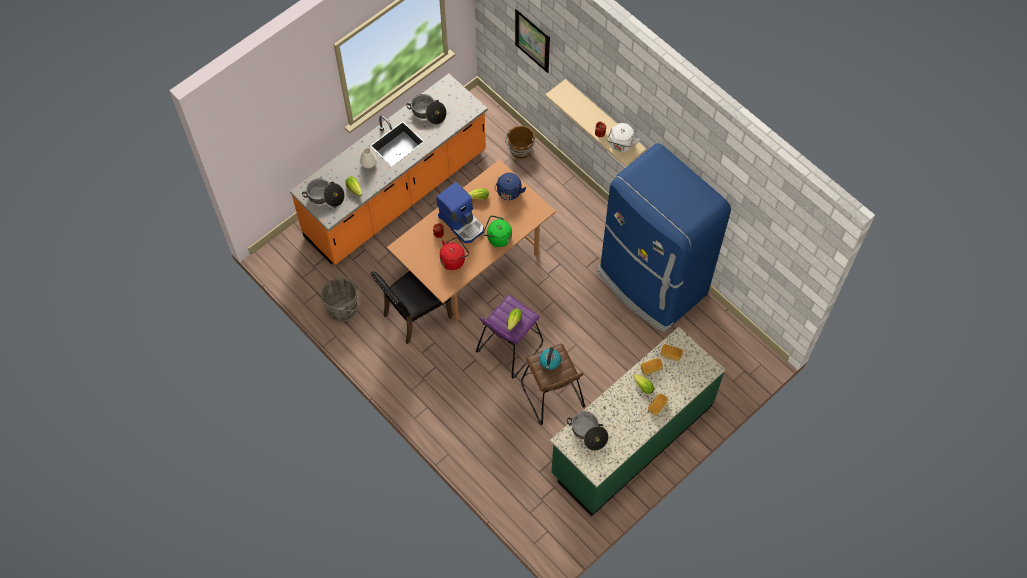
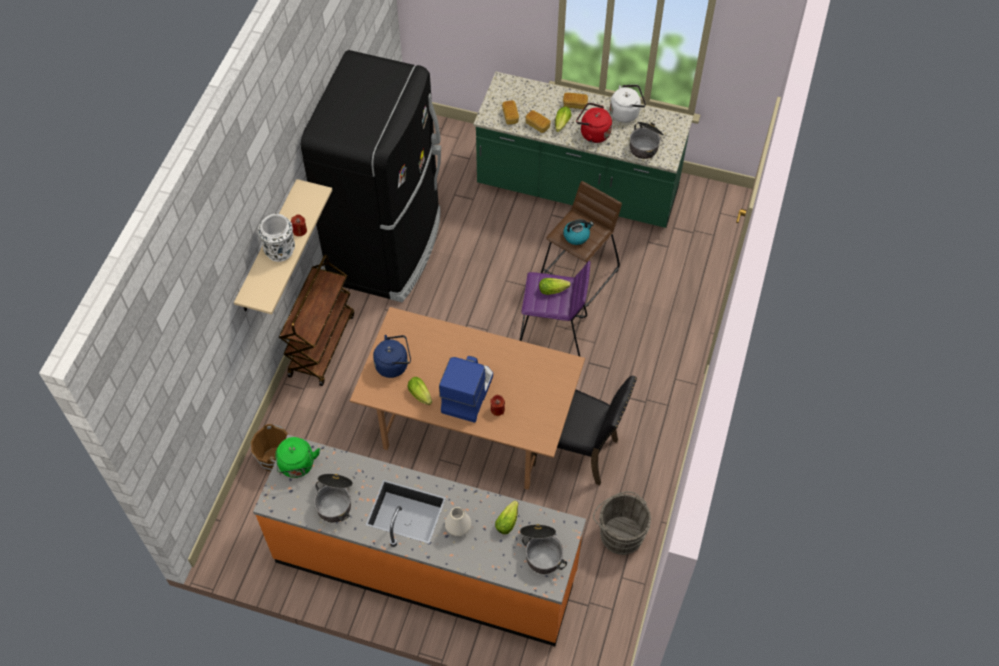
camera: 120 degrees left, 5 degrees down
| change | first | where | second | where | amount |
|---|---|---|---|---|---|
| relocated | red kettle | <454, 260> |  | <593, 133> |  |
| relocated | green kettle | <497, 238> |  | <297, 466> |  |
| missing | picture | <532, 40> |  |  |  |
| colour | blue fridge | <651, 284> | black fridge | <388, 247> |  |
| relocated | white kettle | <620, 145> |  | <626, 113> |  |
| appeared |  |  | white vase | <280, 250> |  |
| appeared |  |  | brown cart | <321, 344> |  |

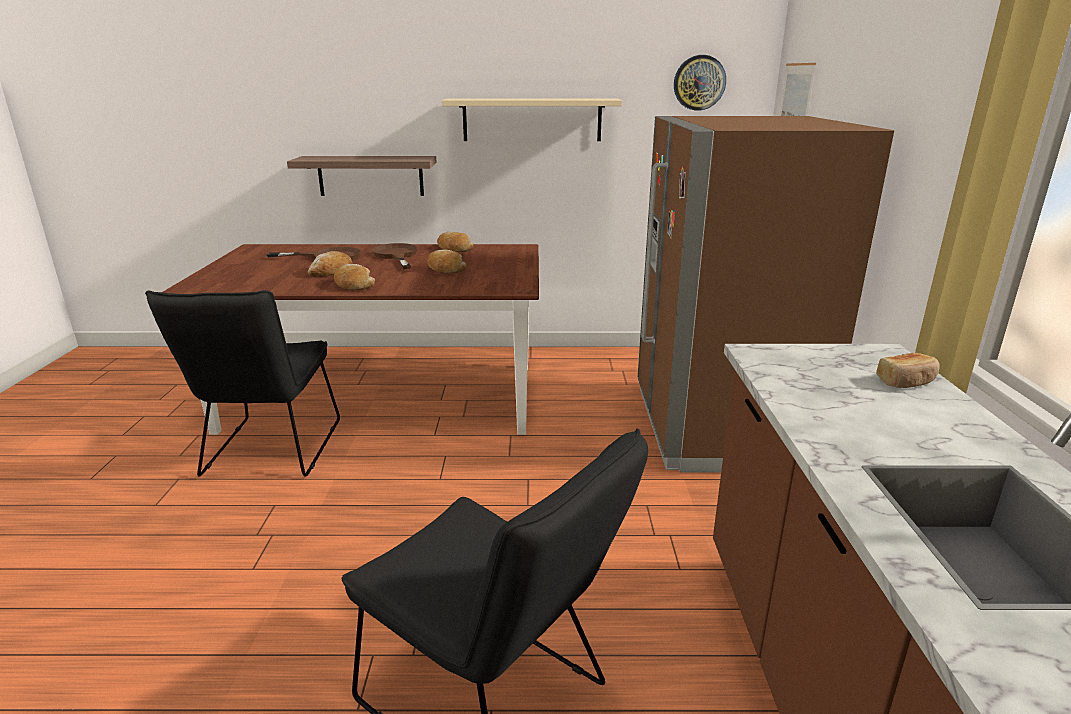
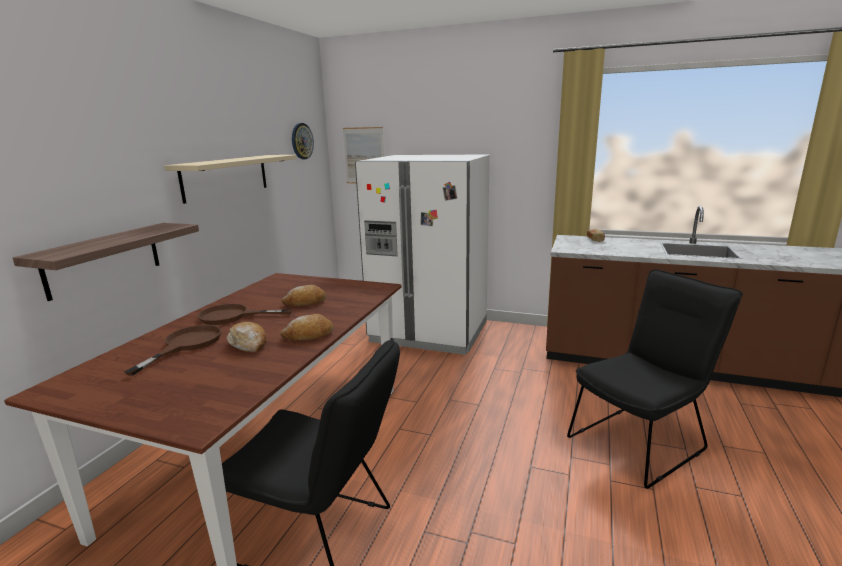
camera: 70 degrees left, 5 degrees down
| change | first | where | second | where | amount |
|---|---|---|---|---|---|
| missing | bread | <454, 249> |  |  |  |
| colour | brown fridge | <719, 427> | white fridge | <429, 332> |  |

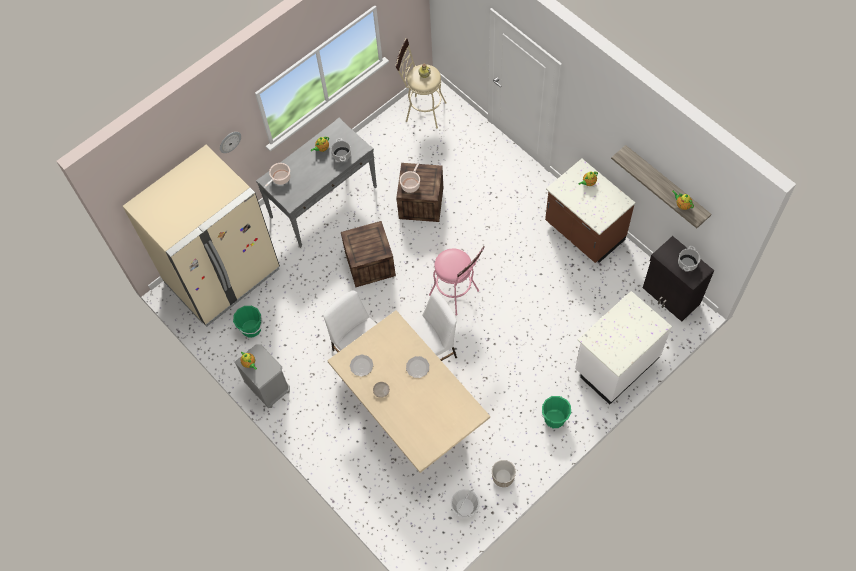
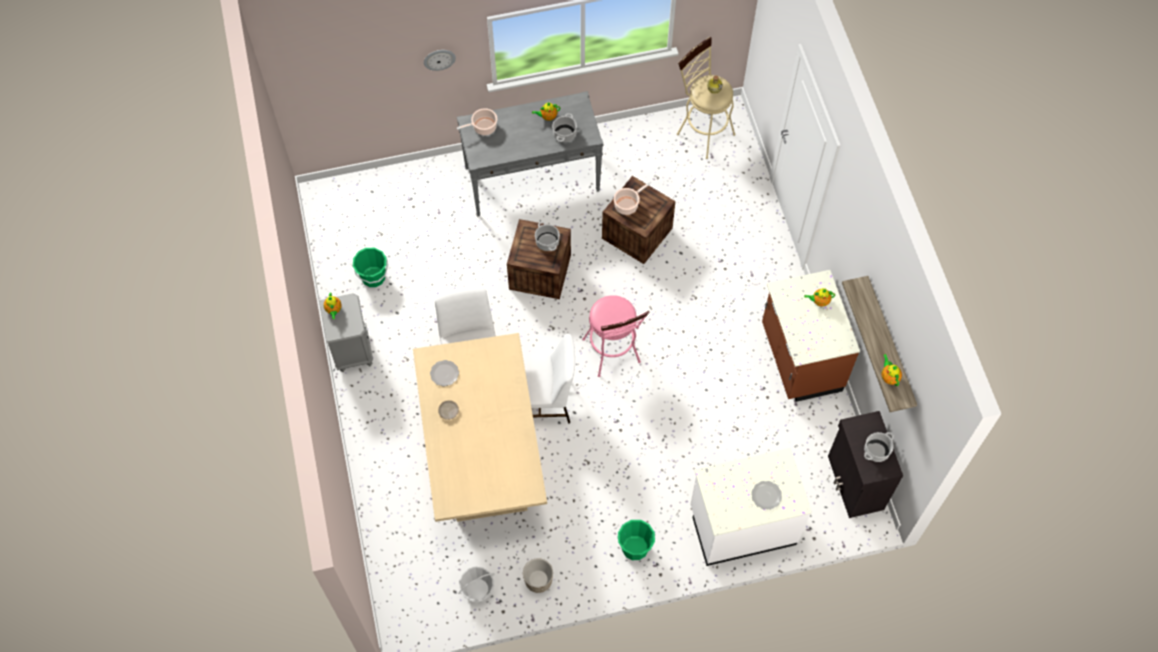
camera: 25 degrees right, 0 degrees up
| change | first | where | second | where | amount |
|---|---|---|---|---|---|
| missing | beige fridge | <223, 276> |  |  |  |
| relocated | plate | <417, 367> |  | <766, 496> |  |
| appeared |  |  | cooking pot | <547, 242> |  |

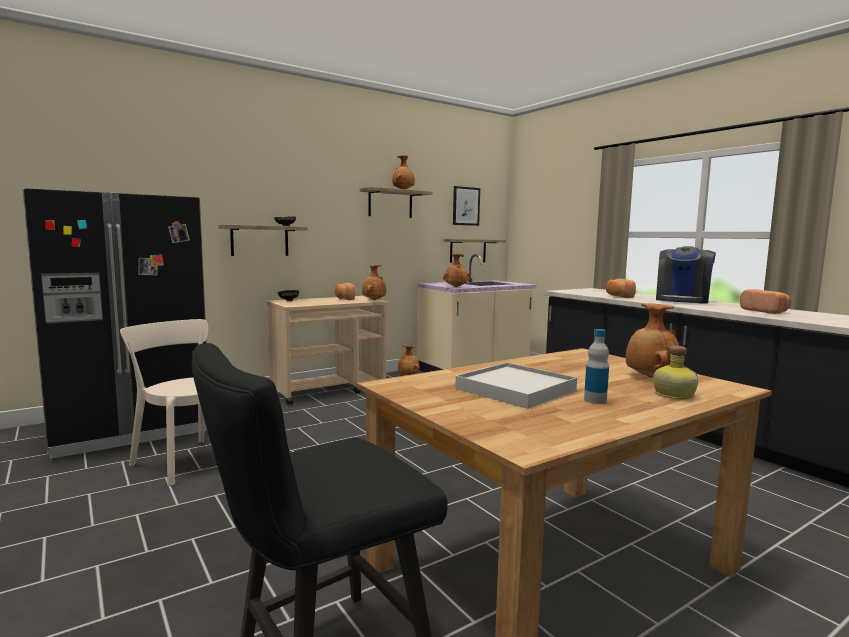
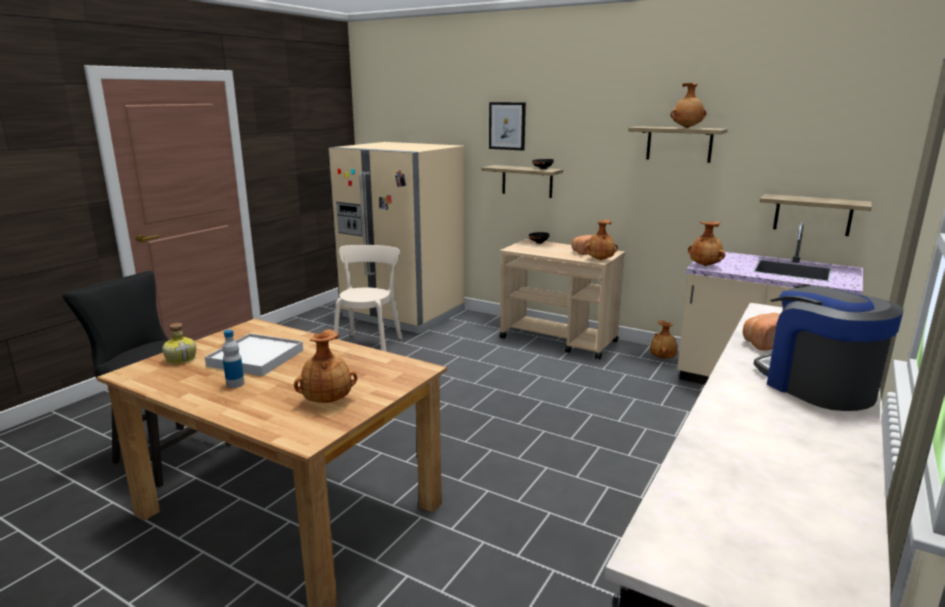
camera: 65 degrees right, 10 degrees up
| change | first | where | second | where | amount |
|---|---|---|---|---|---|
| colour | black fridge | <129, 428> | beige fridge | <403, 314> |  |
| relocated | picture | <466, 206> |  | <507, 126> |  |
| relocated | bottle | <672, 394> |  | <181, 359> |  |
| spun | coffee machine | <682, 300> |  | <816, 386> | 60 degrees clockwise |
| missing | bread | <765, 311> |  |  |  |

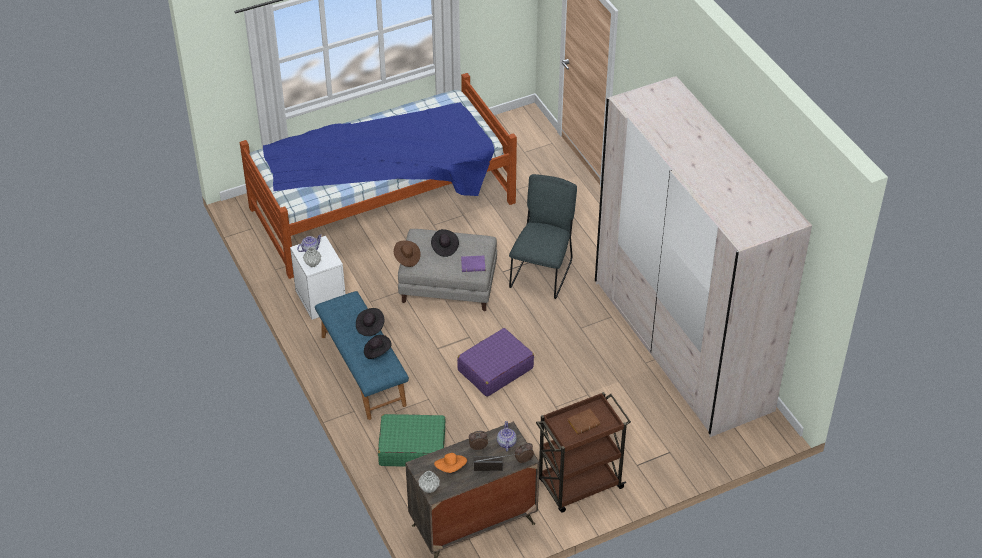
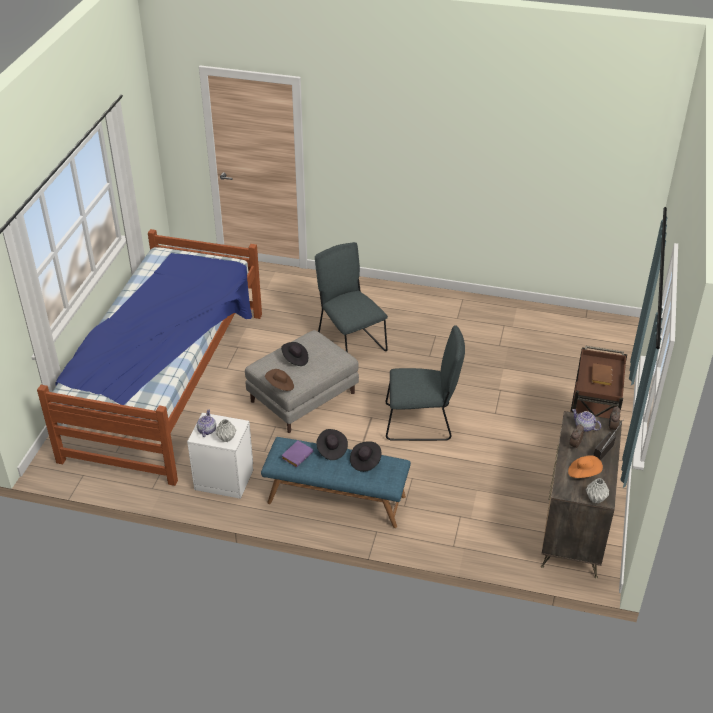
camera: 50 degrees left, 5 degrees down
| change | first | where | second | where | amount |
|---|---|---|---|---|---|
| missing | green suitcase | <412, 447> |  |  |  |
| exchanged | purple suitcase | <495, 369> | grey chair | <421, 423> |  |
| relocated | purple book | <474, 265> |  | <297, 455> |  |
| missing | beige wardrobe | <682, 345> |  |  |  |

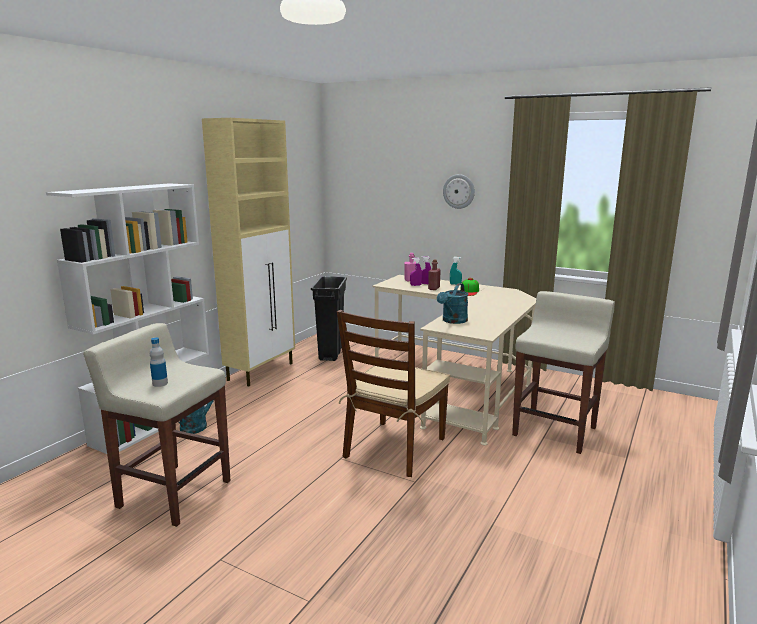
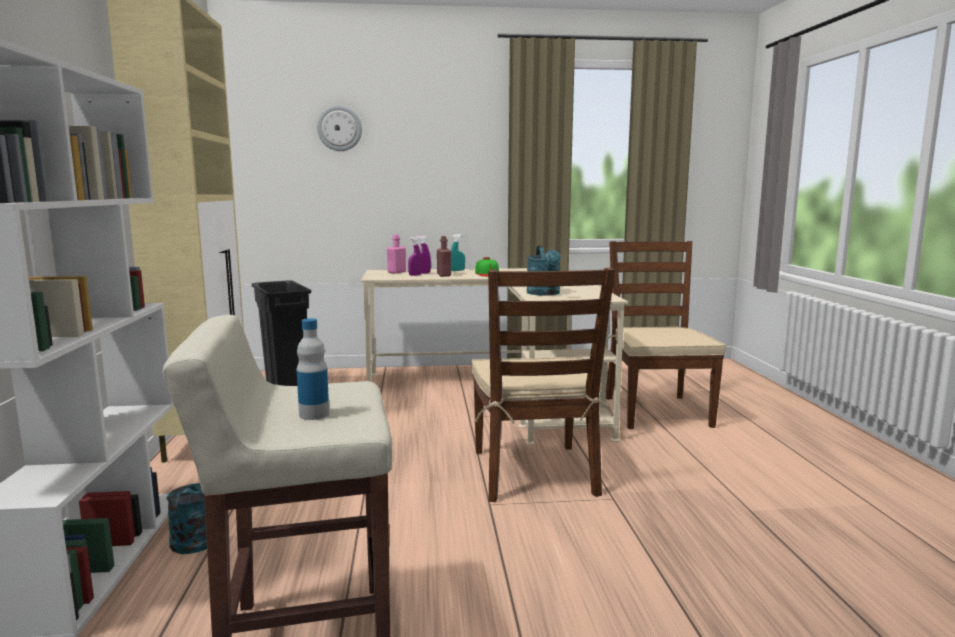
camera: 35 degrees left, 5 degrees down
| change | first | where | second | where | amount |
|---|---|---|---|---|---|
| relocated | wall clock | <459, 191> |  | <339, 128> |  |
| exchanged | beige stool | <555, 431> | brown chair | <656, 411> |  |

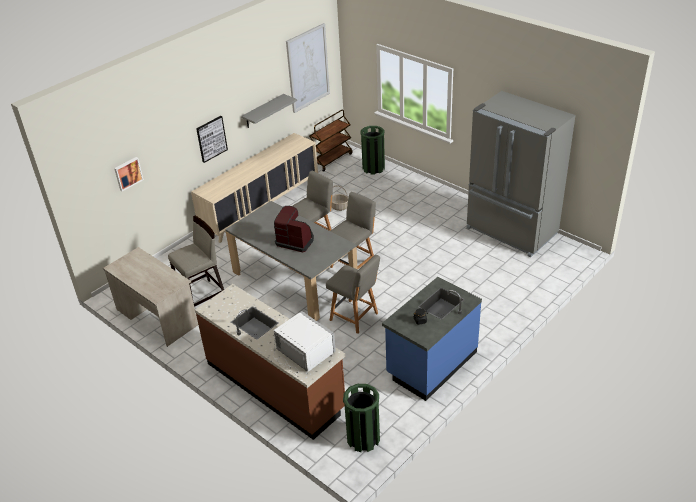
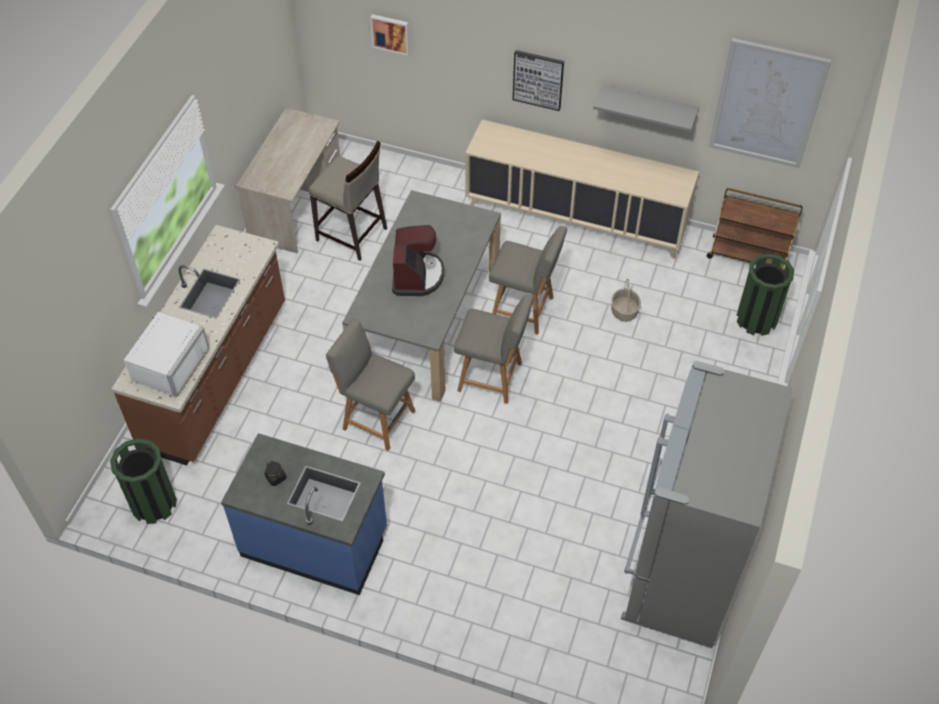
camera: 65 degrees right, 15 degrees up
| change | first | where | second | where | amount |
|---|---|---|---|---|---|
| spun | grey chair | <355, 317> |  | <376, 419> | 105 degrees clockwise |

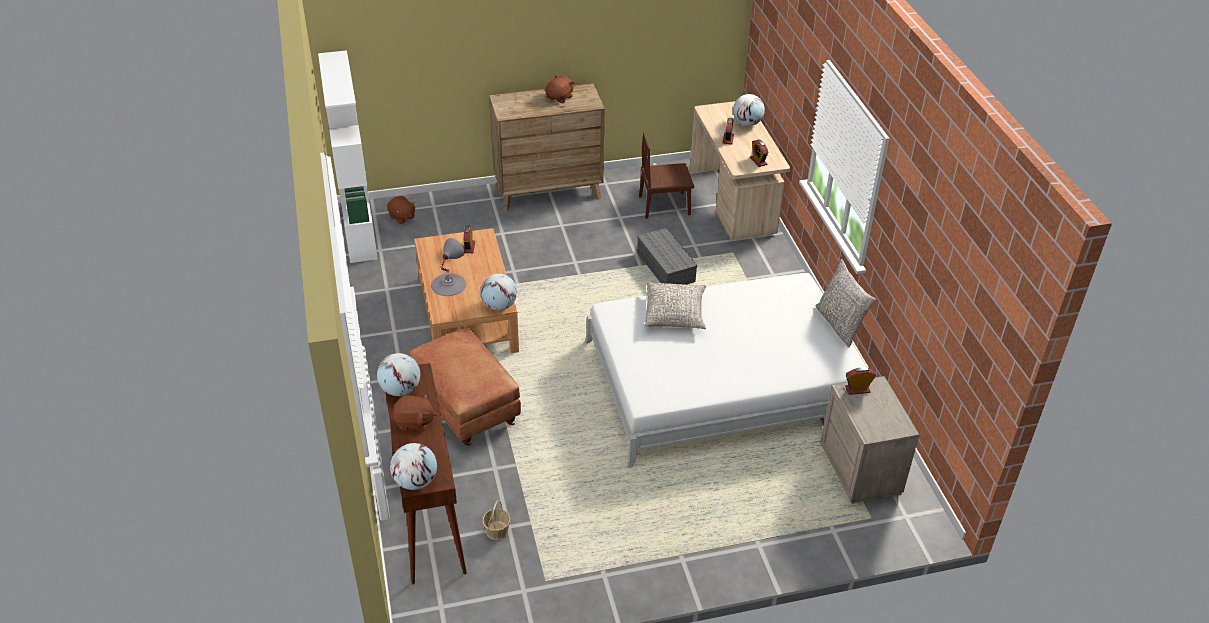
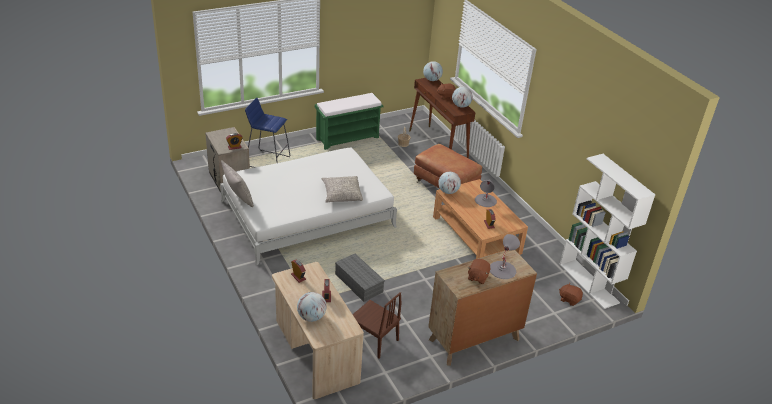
camera: 165 degrees right, 5 degrees down
| change | first | where | second | where | amount |
|---|---|---|---|---|---|
| spun | brown chair | <664, 205> |  | <373, 339> | 60 degrees clockwise |
| appeared |  |  | blue stool | <267, 161> |  |
| appeared |  |  | green bench | <348, 138> |  |
| appeared |  |  | grey table lamp | <502, 269> |  |

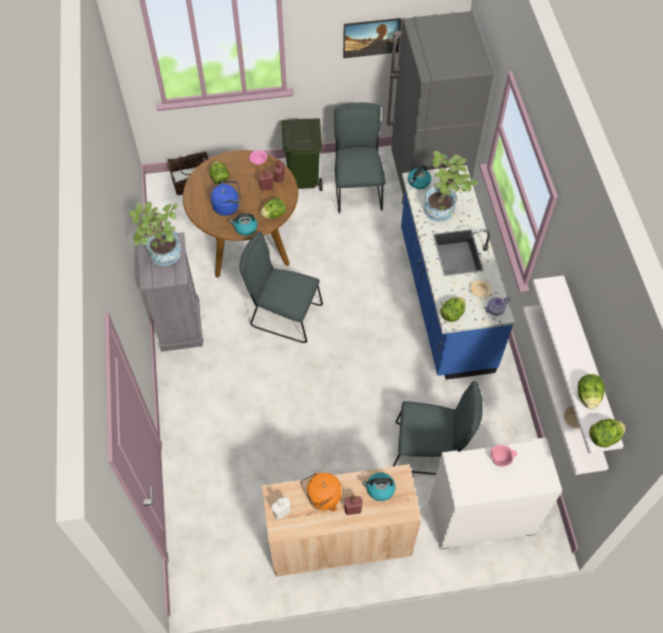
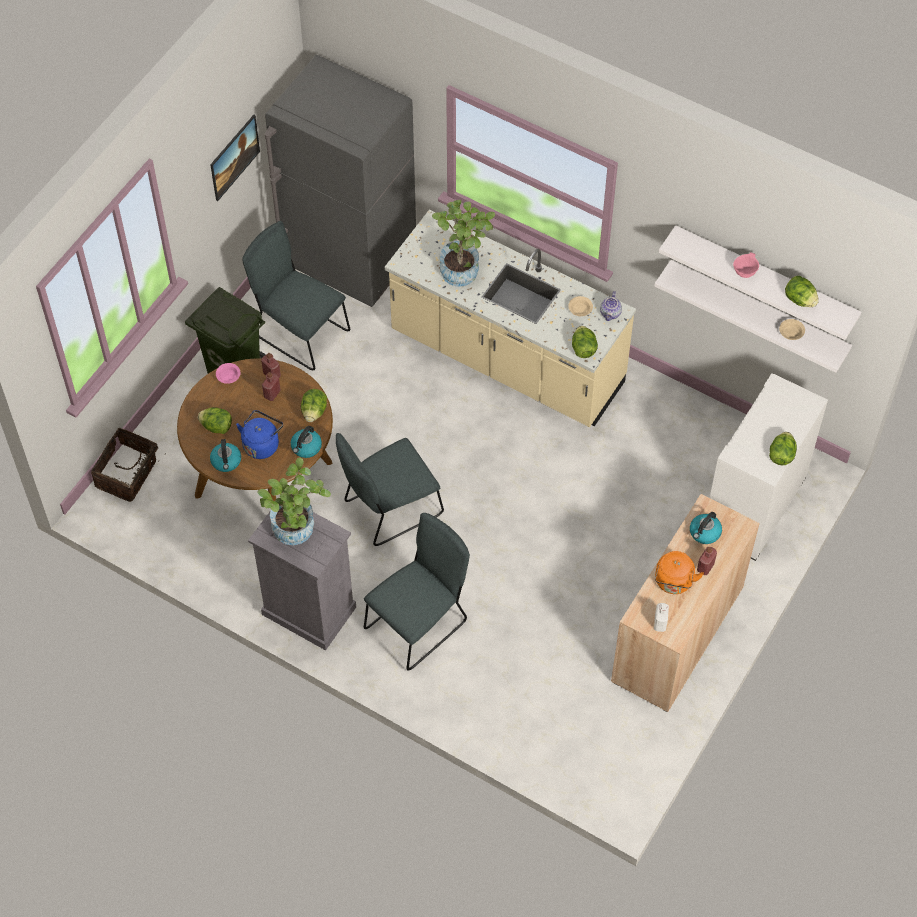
camera: 50 degrees left, 0 degrees up
| change | first | where | second | where | amount |
|---|---|---|---|---|---|
| relocated | grey chair | <430, 450> |  | <419, 622> |  |
| colour | blue counter | <444, 299> | beige counter | <506, 360> |  |
| relocated | kettle | <418, 182> |  | <226, 461> |  |
| relocated | pink bowl | <500, 459> |  | <744, 272> |  |
| relocated | lettuce | <603, 437> |  | <781, 455> |  |

